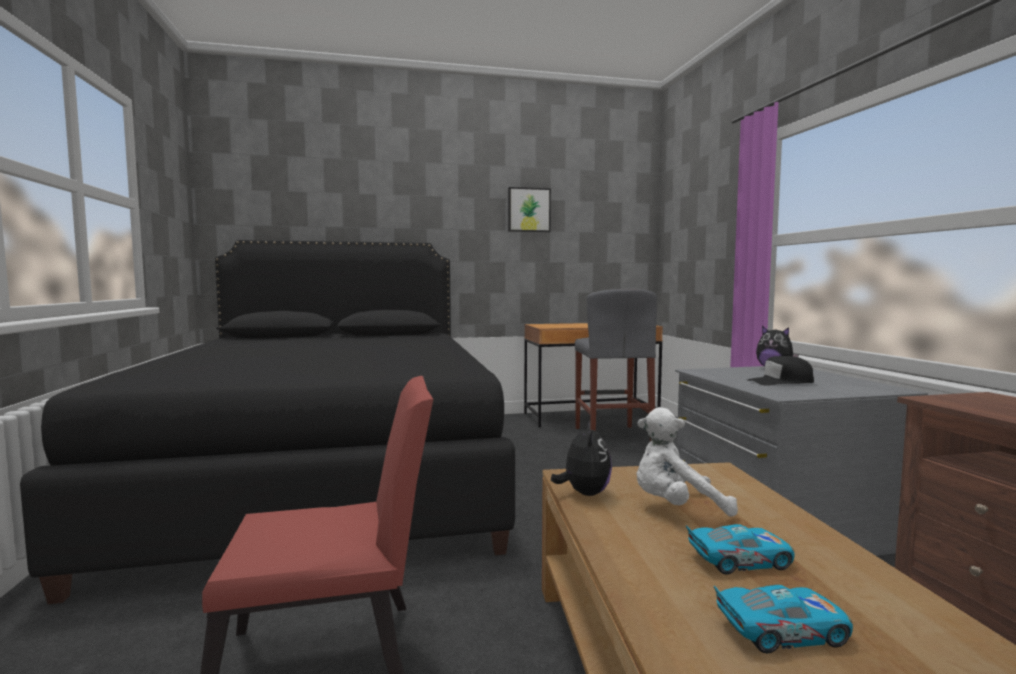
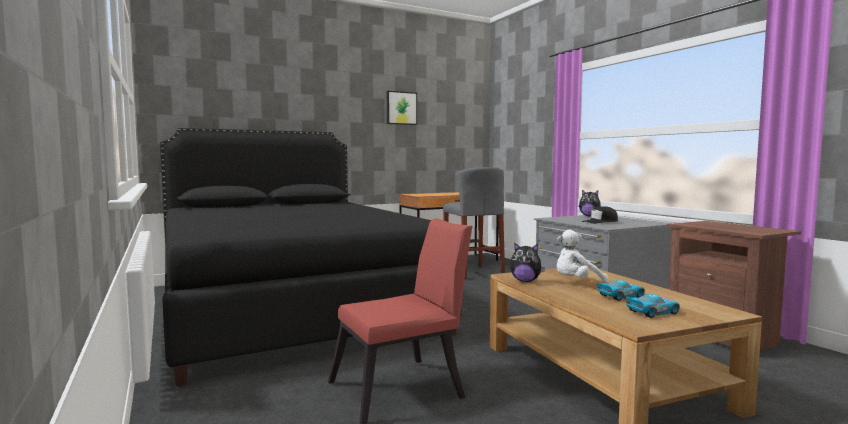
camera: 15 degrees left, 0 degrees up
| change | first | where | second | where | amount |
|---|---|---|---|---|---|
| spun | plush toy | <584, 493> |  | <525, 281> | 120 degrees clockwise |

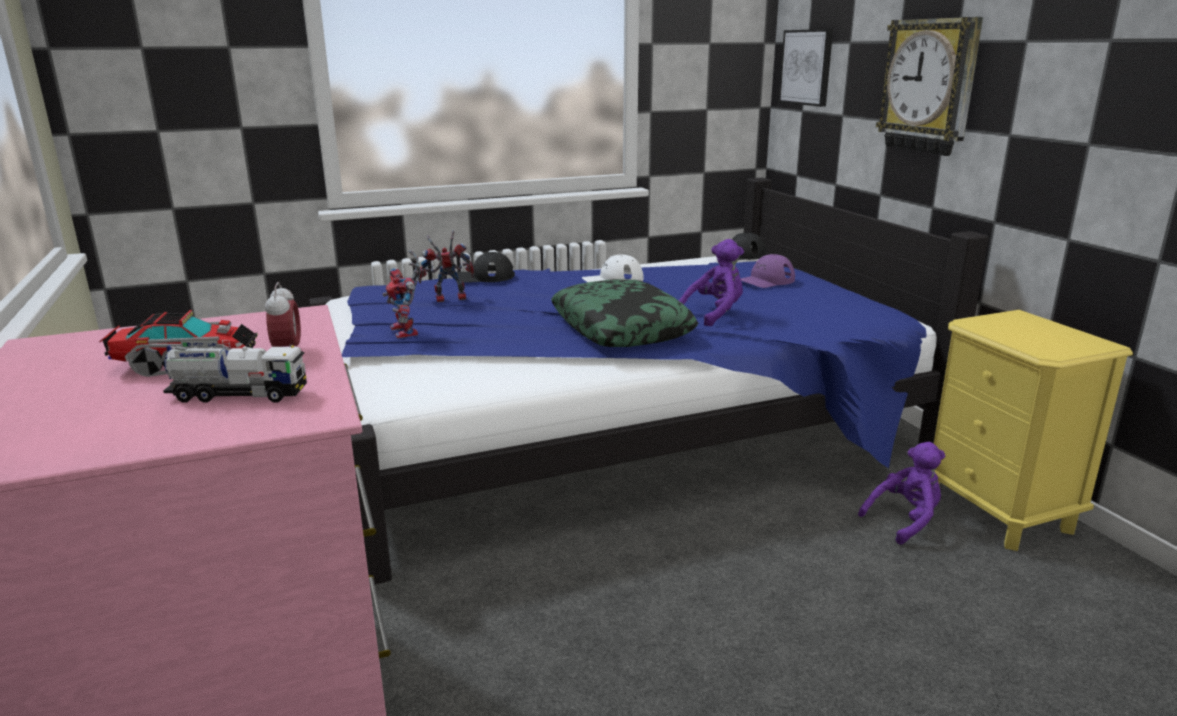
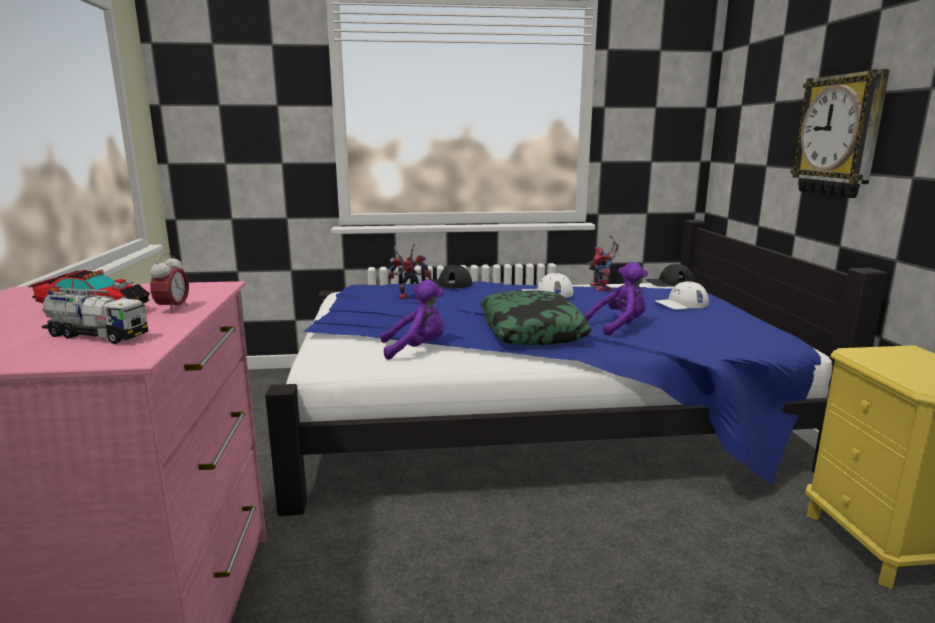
camera: 15 degrees right, 5 degrees down
| change | first | where | second | where | amount |
|---|---|---|---|---|---|
| relocated | toy robot | <408, 332> |  | <602, 288> |  |
| colour | purple cap | <766, 280> | white cap | <681, 304> |  |
| missing | picture | <807, 67> |  |  |  |
| relocated | purple plush toy | <905, 520> |  | <416, 349> |  |

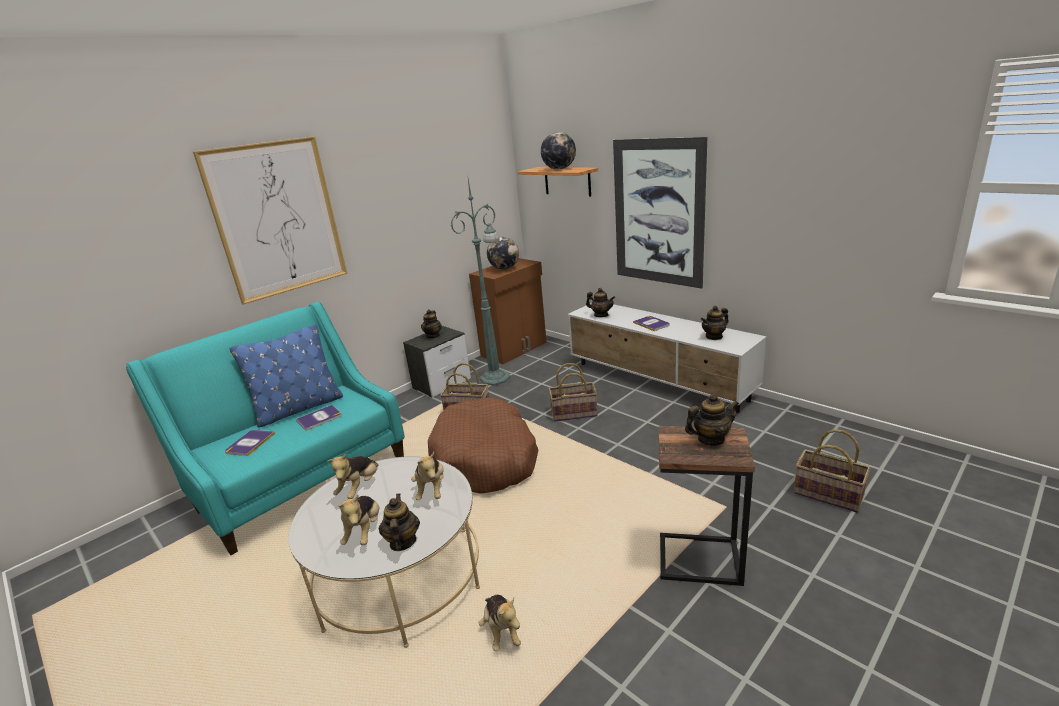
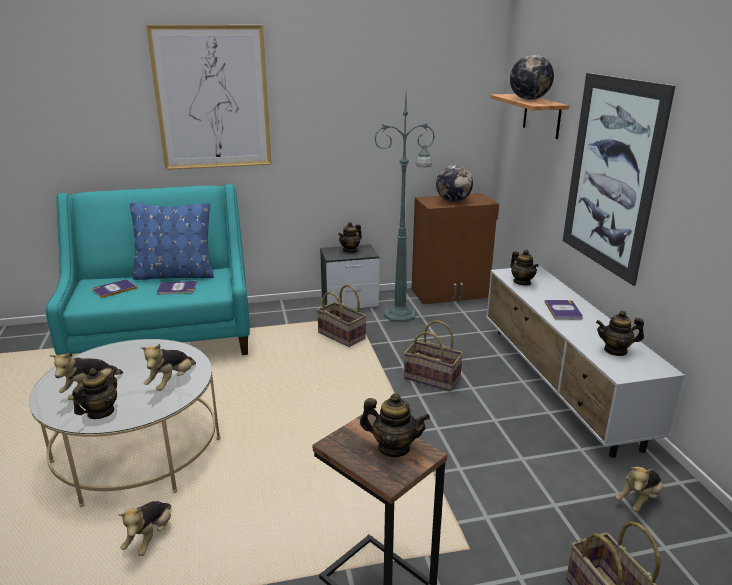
camera: 30 degrees right, 0 degrees up
| change | first | where | second | where | amount |
|---|---|---|---|---|---|
| relocated | plush toy | <359, 488> |  | <639, 500> |  |
| missing | brown dog bed | <486, 458> |  |  |  |

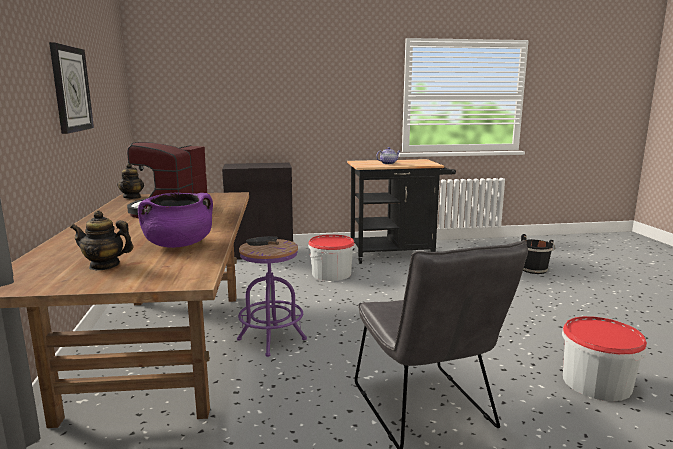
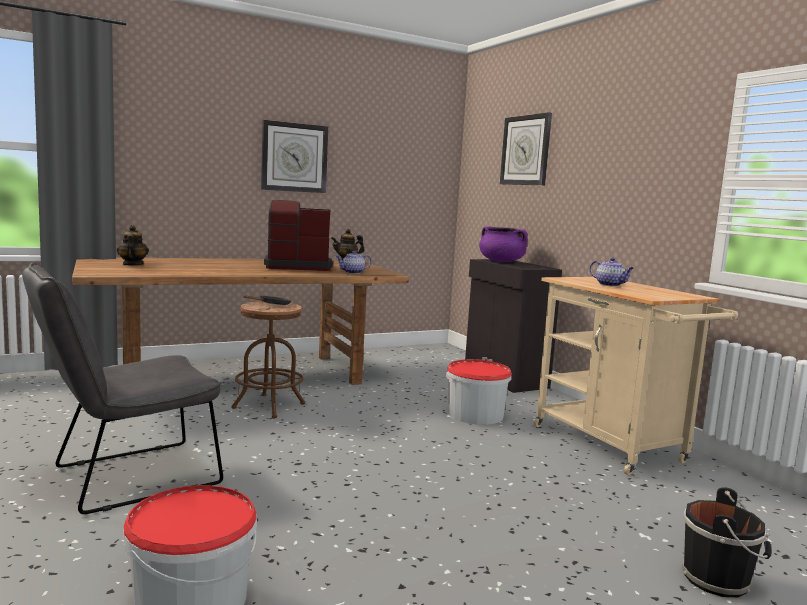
camera: 70 degrees right, 5 degrees down
| change | first | where | second | where | amount |
|---|---|---|---|---|---|
| relocated | purple cooking pot | <179, 245> |  | <501, 262> |  |
| colour | purple stool | <271, 339> | brown stool | <269, 406> |  |
| colour | black cart | <397, 254> | beige cart | <614, 447> |  |
| appeared |  |  | teapot | <352, 272> |  |
| appeared |  |  | wall clock | <526, 150> |  |

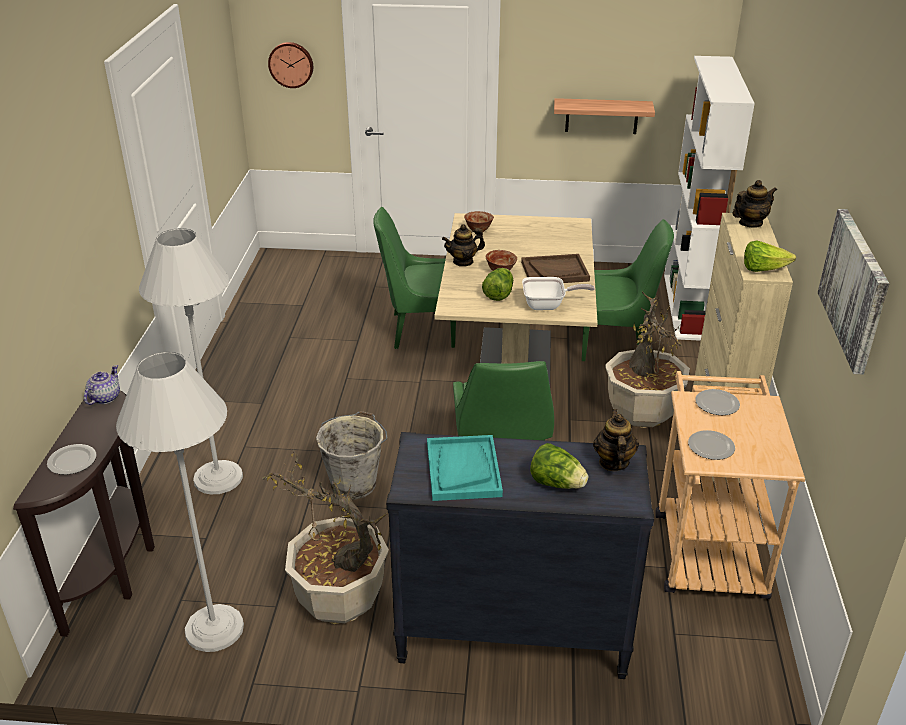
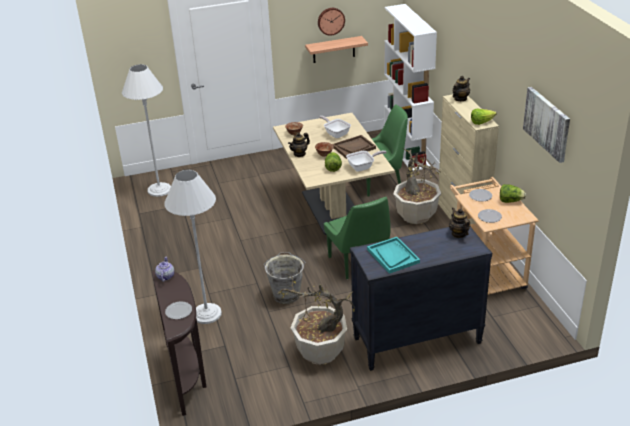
camera: 20 degrees left, 0 degrees up
| change | first | where | second | where | amount |
|---|---|---|---|---|---|
| relocated | white floor lamp | <214, 628> |  | <159, 190> |  |
| relocated | wall clock | <291, 64> |  | <330, 21> |  |
| missing | green chair | <420, 330> |  |  |  |
| relocated | lettuce | <557, 483> |  | <510, 201> |  |
| appeared |  |  | frying pan | <335, 133> |  |

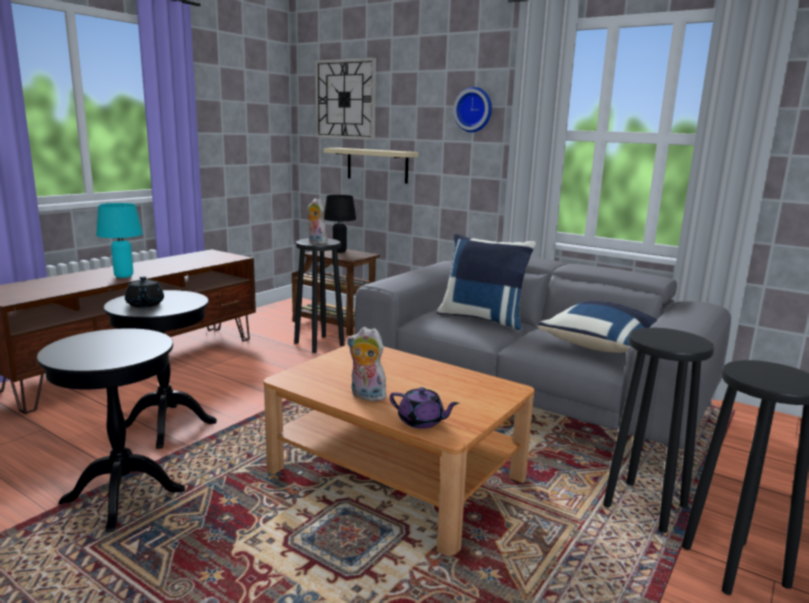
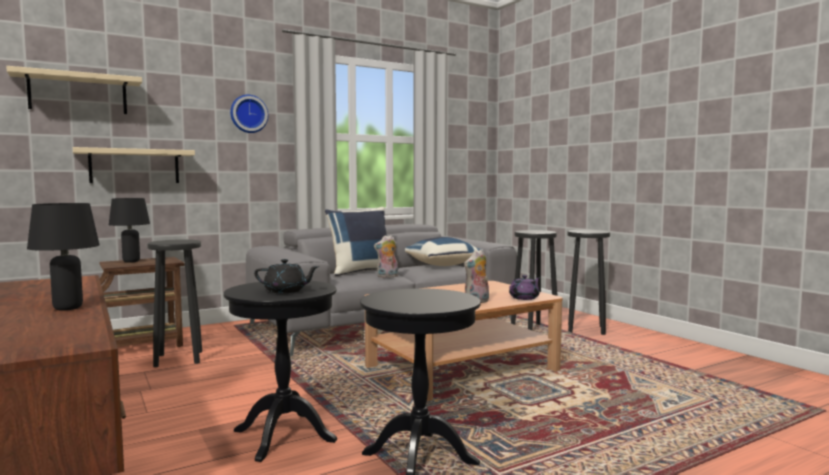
camera: 65 degrees left, 10 degrees down
| change | first | where | second | where | amount |
|---|---|---|---|---|---|
| colour | turquoise table lamp | <124, 276> | black table lamp | <69, 308> |  |
| relocated | plush toy | <315, 242> |  | <387, 277> |  |
| exchanged | wall clock | <345, 99> | beige shelf | <78, 94> |  |

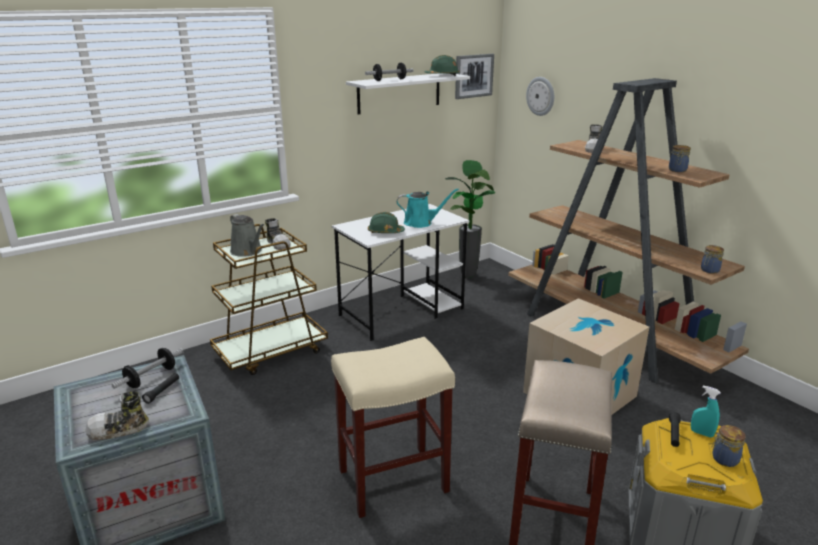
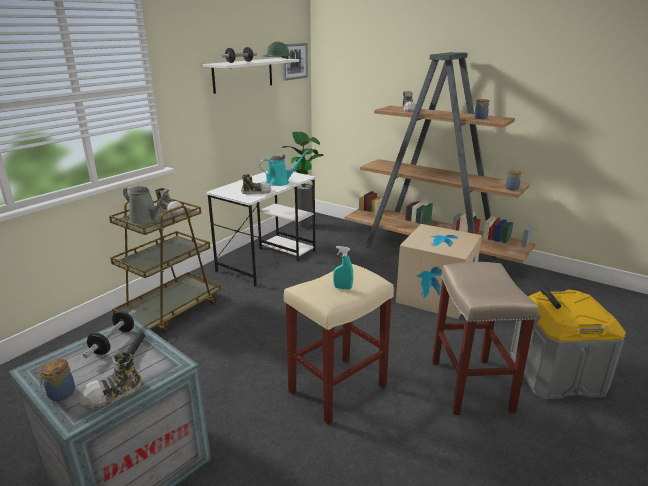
camera: 20 degrees left, 0 degrees up
| change | first | where | second | where | amount |
|---|---|---|---|---|---|
| exchanged | green hard hat | <385, 232> | shoe | <256, 192> |  |
| missing | wall clock | <541, 96> |  |  |  |
| relocated | turquoise spray bottle | <701, 433> |  | <342, 288> |  |
| relocated | jar | <723, 459> |  | <60, 394> |  |

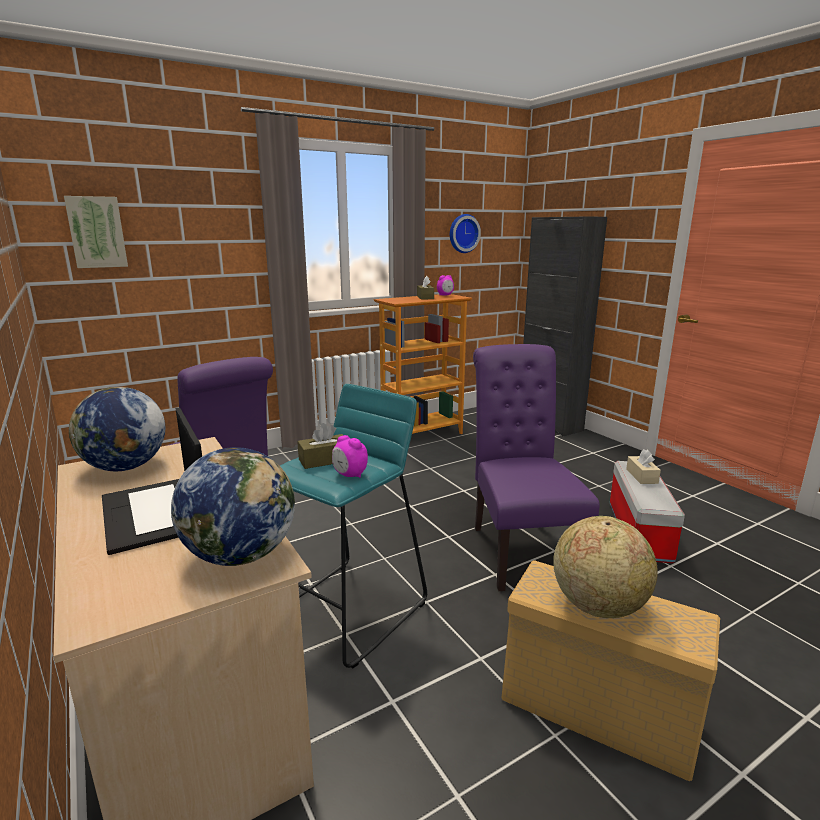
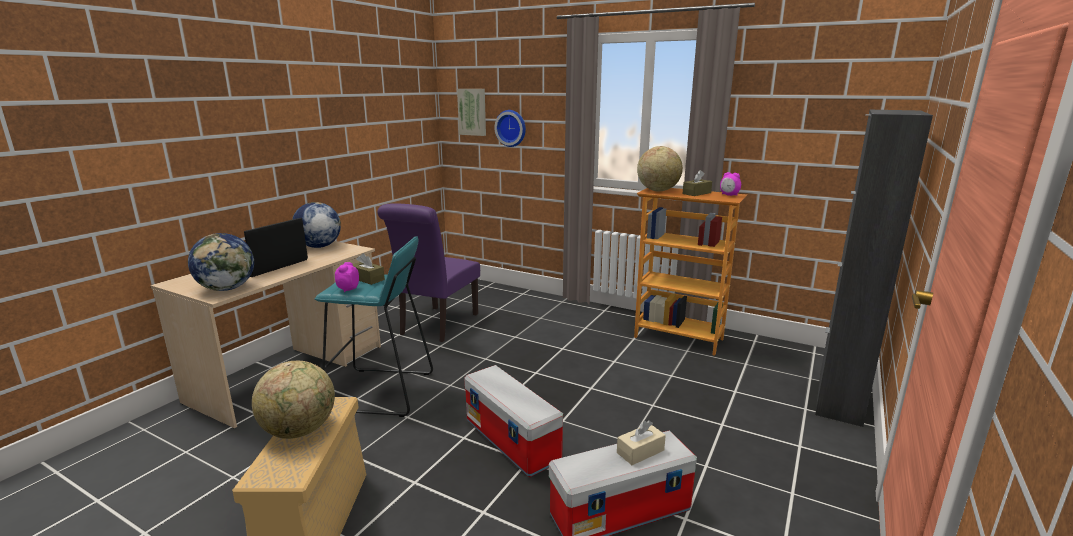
camera: 60 degrees right, 0 degrees up
| change | first | where | second | where | amount |
|---|---|---|---|---|---|
| relocated | wall clock | <463, 233> |  | <511, 128> |  |
| exchanged | purple chair | <519, 549> | storage box | <513, 441> |  |
| appeared |  |  | globe | <658, 190> |  |

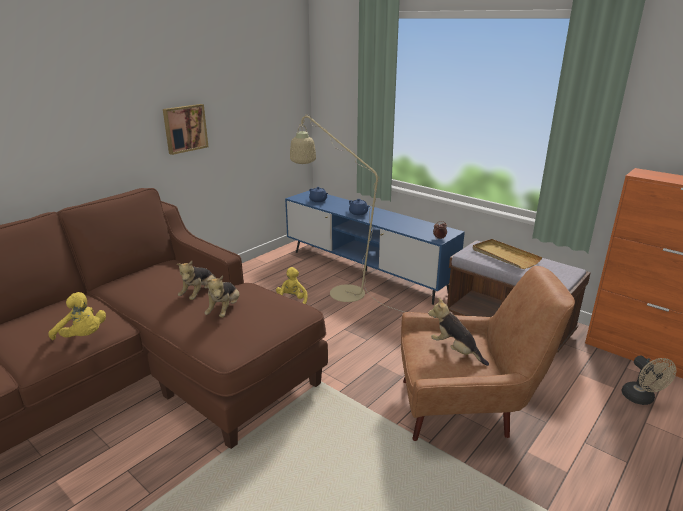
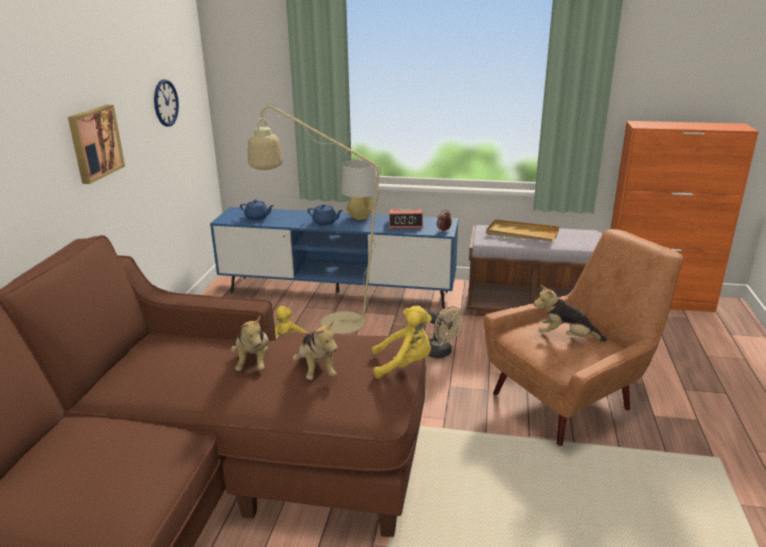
camera: 30 degrees left, 0 degrees up
| change | first | where | second | where | amount |
|---|---|---|---|---|---|
| relocated | yellow plush toy | <83, 337> |  | <404, 365> |  |
| relocated | beige fan | <641, 399> |  | <441, 353> |  |
| appeared |  |  | wall clock | <165, 103> |  |
| appeared |  |  | grey table lamp | <360, 217> |  |
| appeared |  |  | alarm clock | <406, 224> |  |

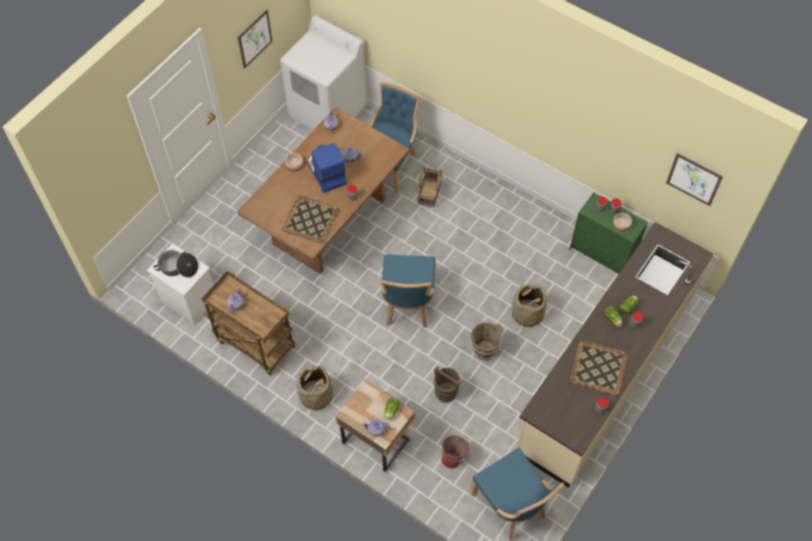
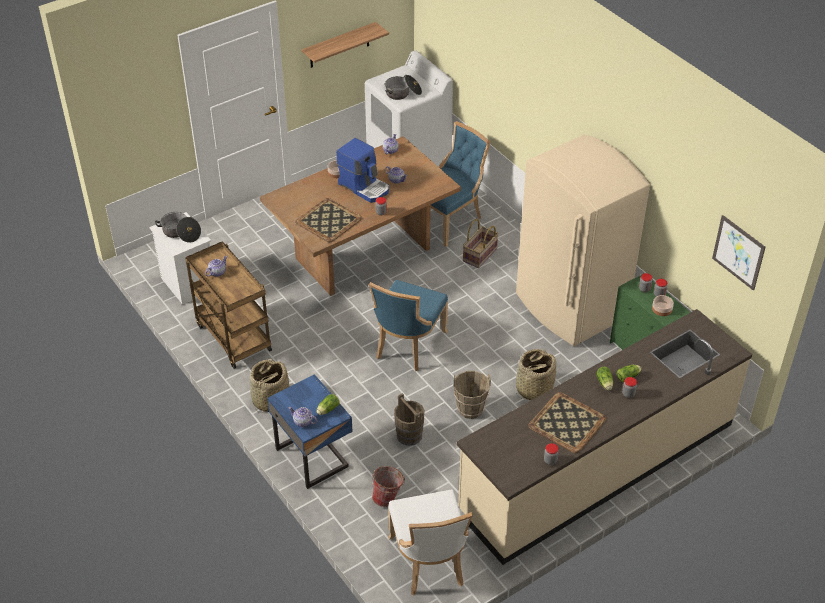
camera: 20 degrees right, 15 degrees down
| change | first | where | second | where | amount |
|---|---|---|---|---|---|
| exchanged | picture | <255, 39> | shelf | <339, 45> |  |
| spun | coffee machine | <326, 173> |  | <364, 187> | 135 degrees clockwise |
| colour | beige nightstand | <376, 439> | blue nightstand | <313, 457> |  |
| colour | blue chair | <511, 506> | white chair | <429, 563> |  |
| appeared |  |  | cooking pot | <403, 93> |  |
| appeared |  |  | beige fridge | <570, 307> |  |

